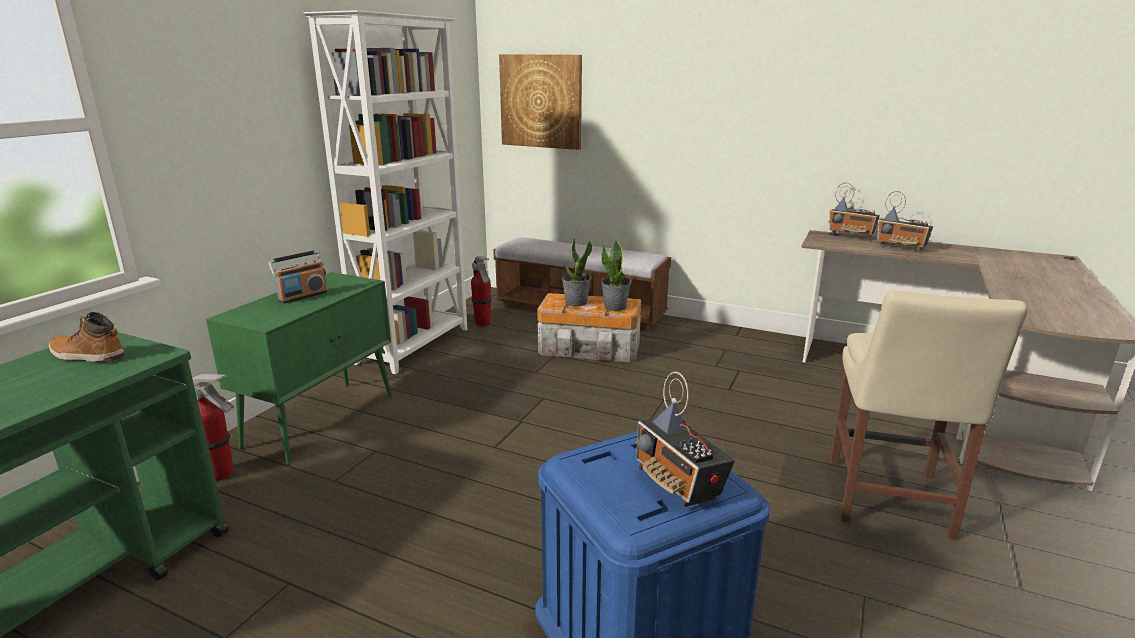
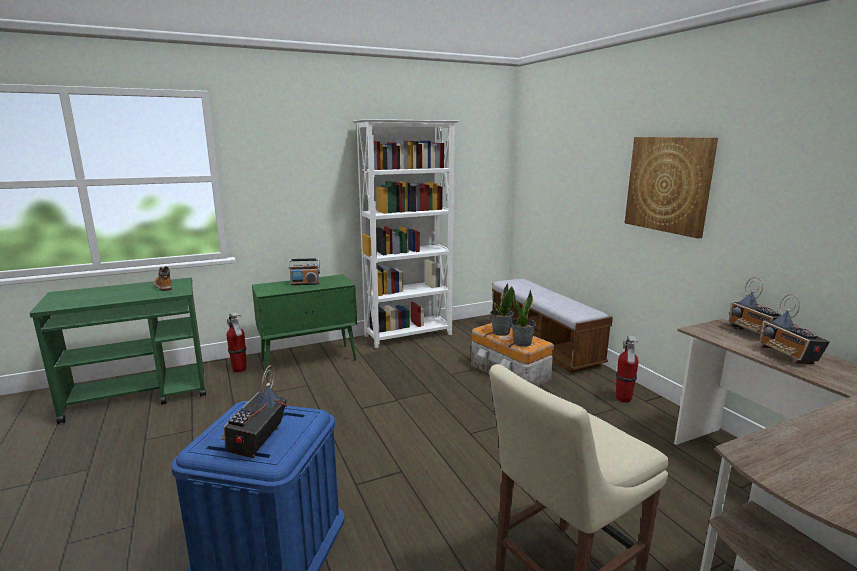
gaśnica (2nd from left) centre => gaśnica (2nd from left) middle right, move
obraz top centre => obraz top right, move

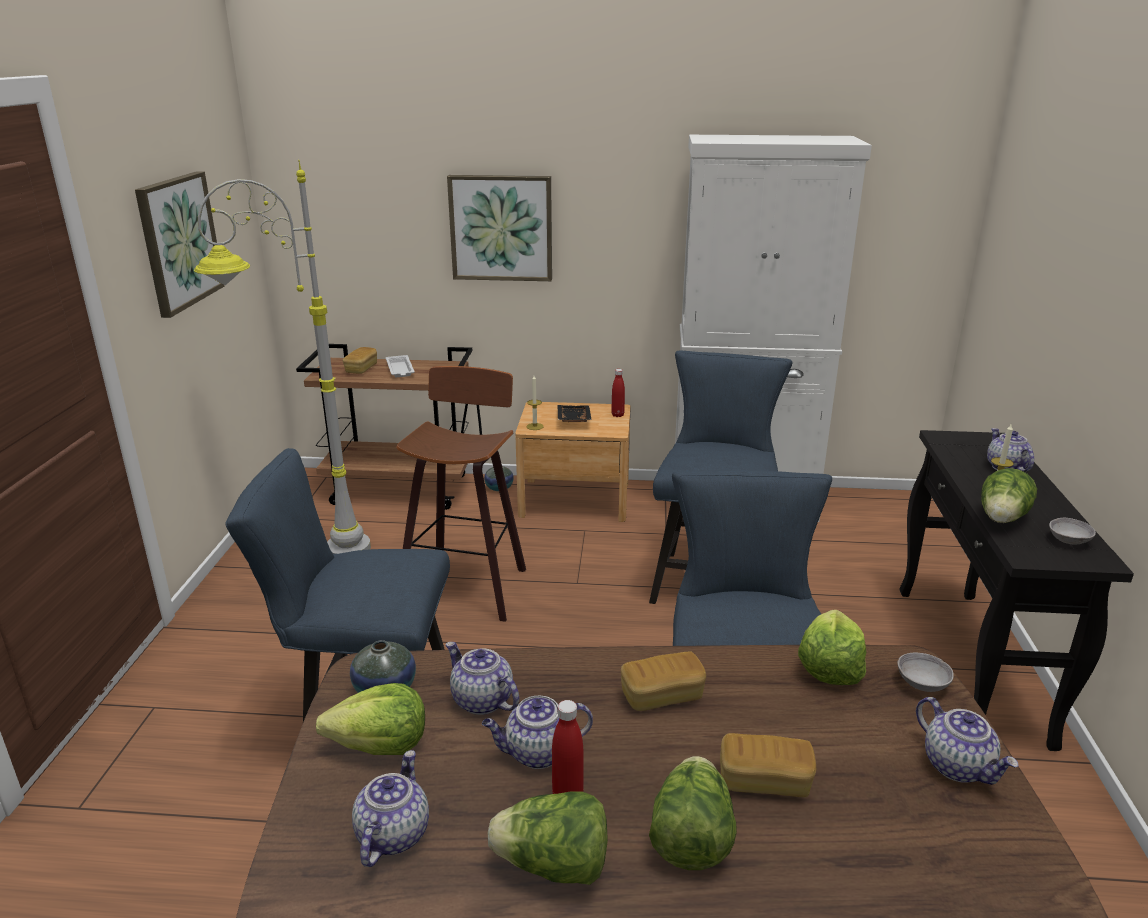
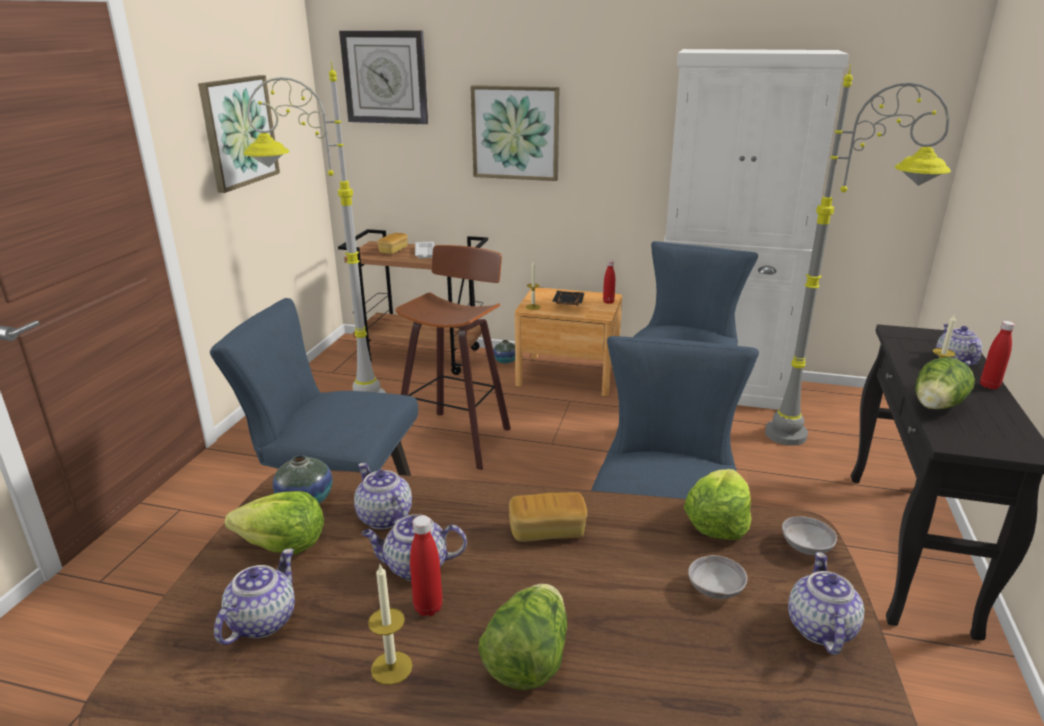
nothing => zegar ścienny top centre
sałata (2nd from left) bottom centre => świeca (1st from left) bottom centre
miska/szary (2nd from left in the first image) middle right => miska/szary (1st from left) bottom right, move
nothing => lampa stojąca/szary (2nd from left) middle right
imbryk (4th from left) bottom right, 150 degrees counterclockwise
nothing => butelka/czerwony (3rd from left) middle right
chleb (3rd from left) bottom right => nothing

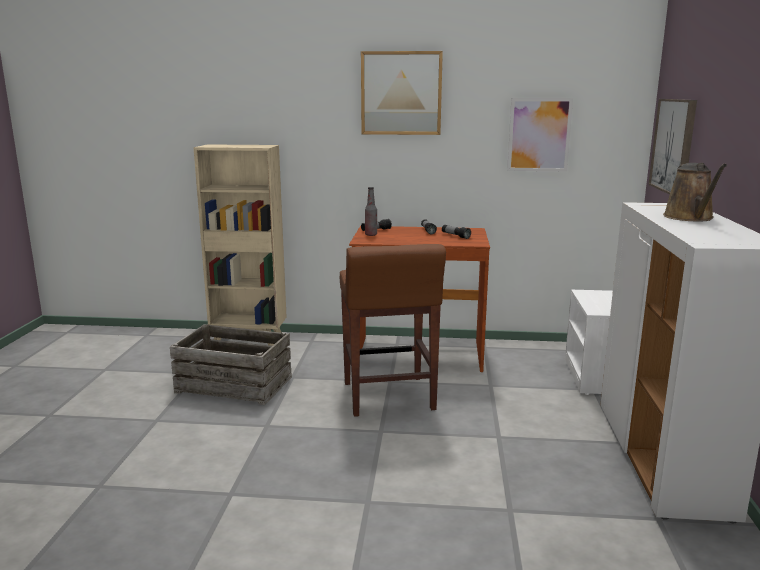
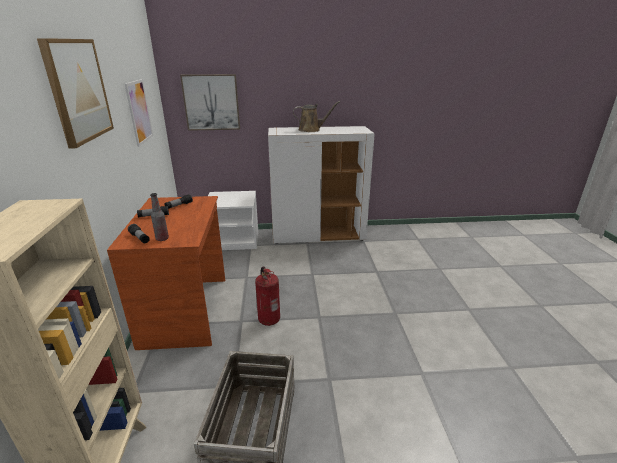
stołek/brązowy centre => gaśnica centre

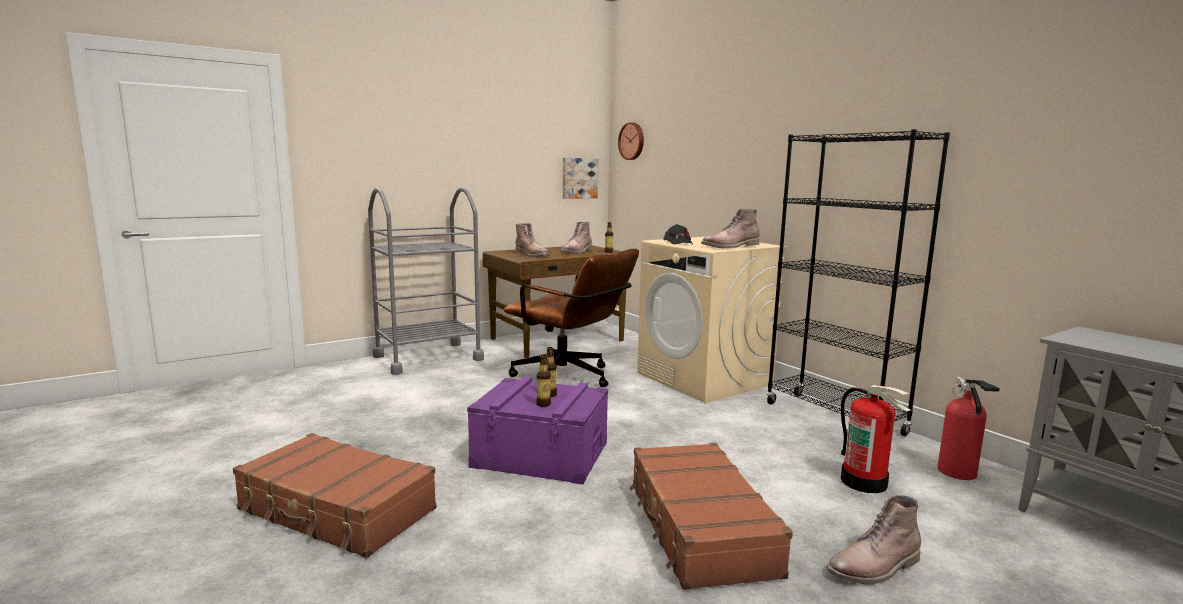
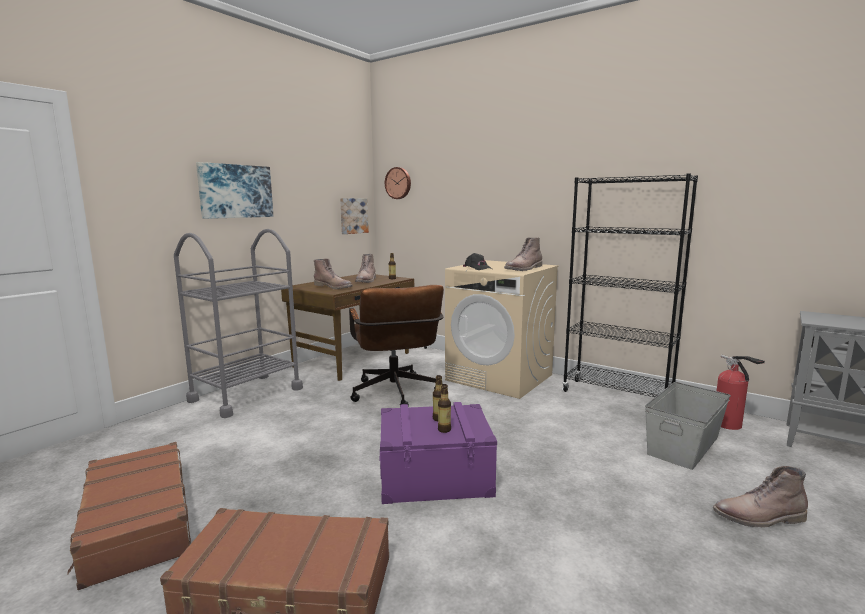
walizka/brązowy (2nd from left in the first image) bottom centre => walizka/brązowy (1st from left) bottom left, move
nothing => obraz (1st from left) top left
krzesło biurowe/brązowy centre, 60 degrees clockwise
gaśnica (1st from left) bottom right => pojemnik do przechowywania/szary bottom right
but z cholewką/brązowy (4th from left) bottom right, 45 degrees clockwise

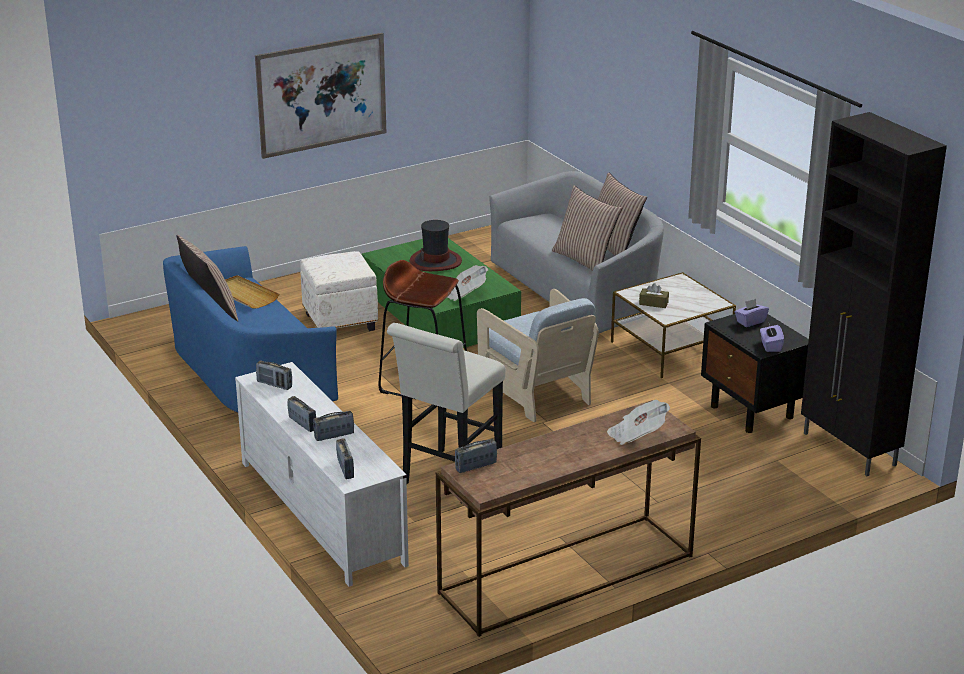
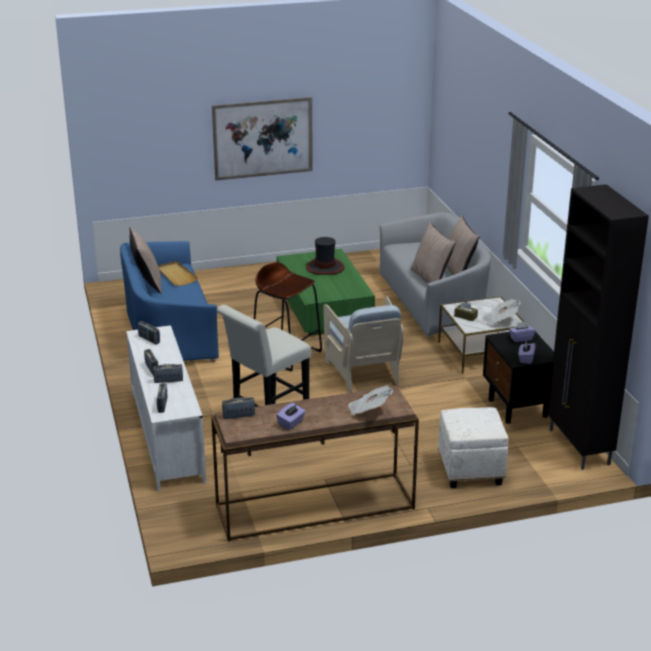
nothing => pudełko chusteczek/fioletowy (1st from left) centre
pufa/biały centre => pufa/biały bottom right, move
gazeta (1st from left in the first image) centre => gazeta (2nd from left) middle right, move

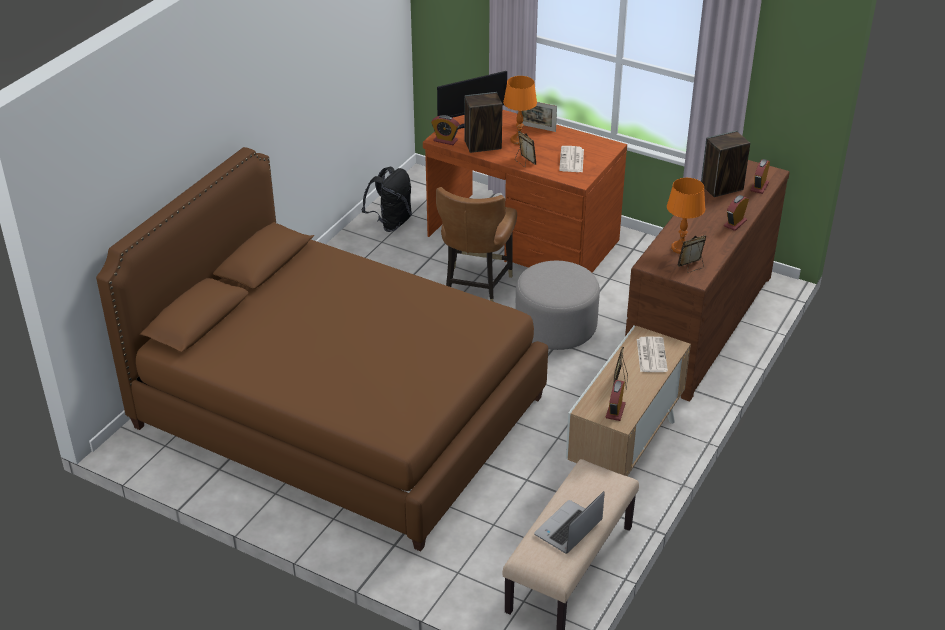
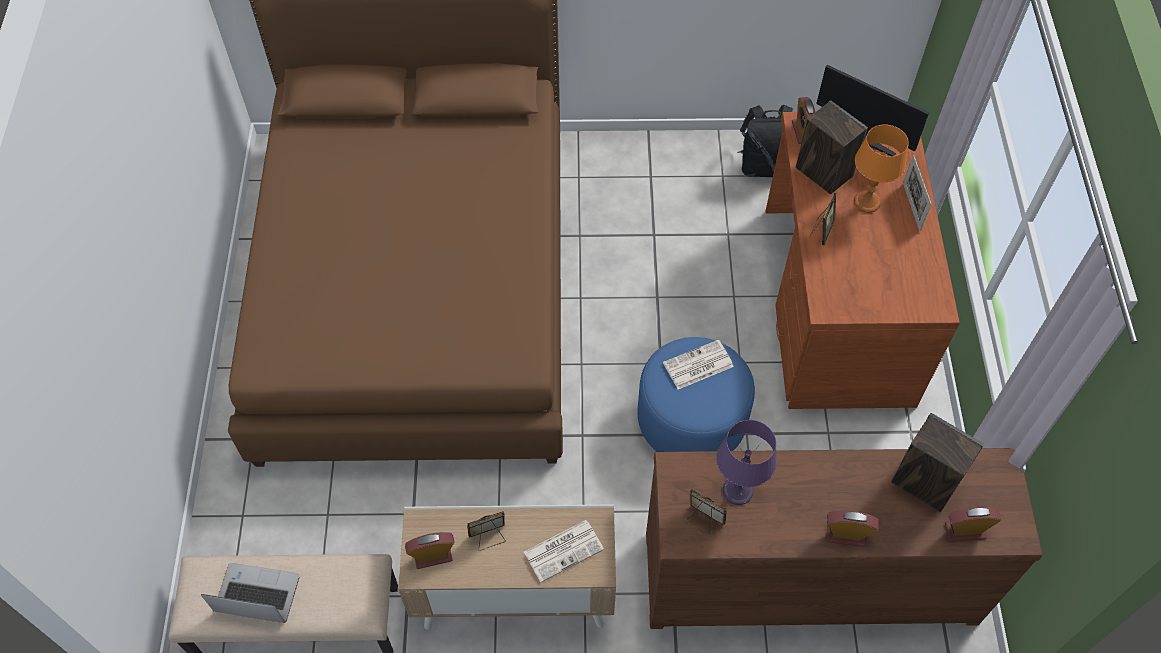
pufa/szary centre => pufa/niebieski centre
gazeta (1st from left in the first image) top centre => gazeta (2nd from left) centre, move
lampa stołowa/pomarańczowy (2nd from left) middle right => lampa stołowa/fioletowy bottom centre
krzesło/brązowy centre => nothing

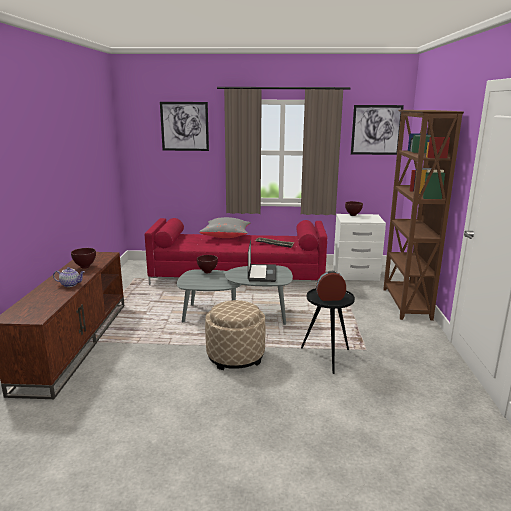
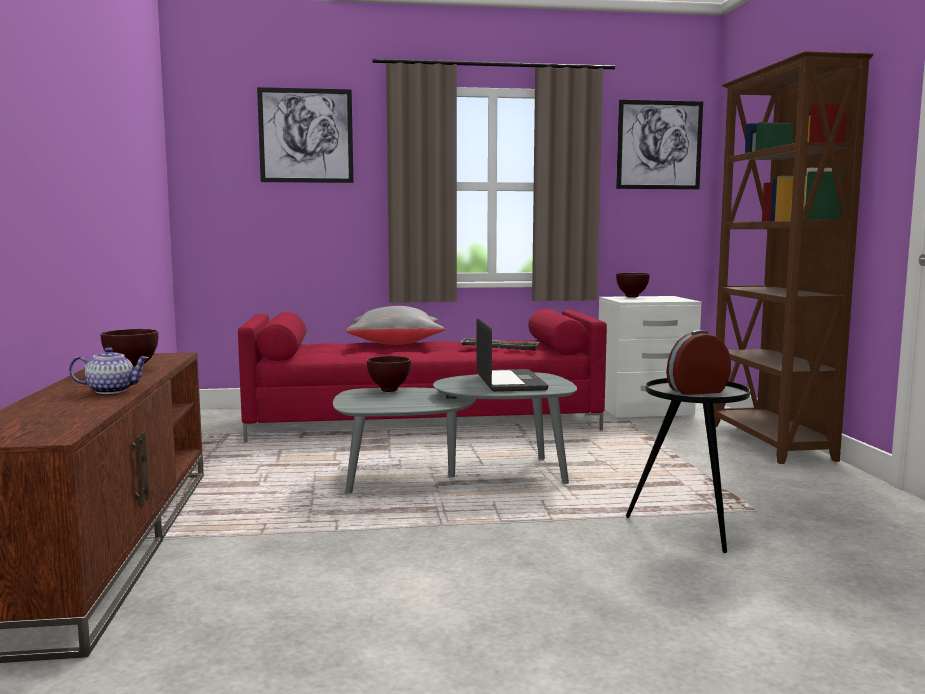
pufa/beżowy centre => nothing

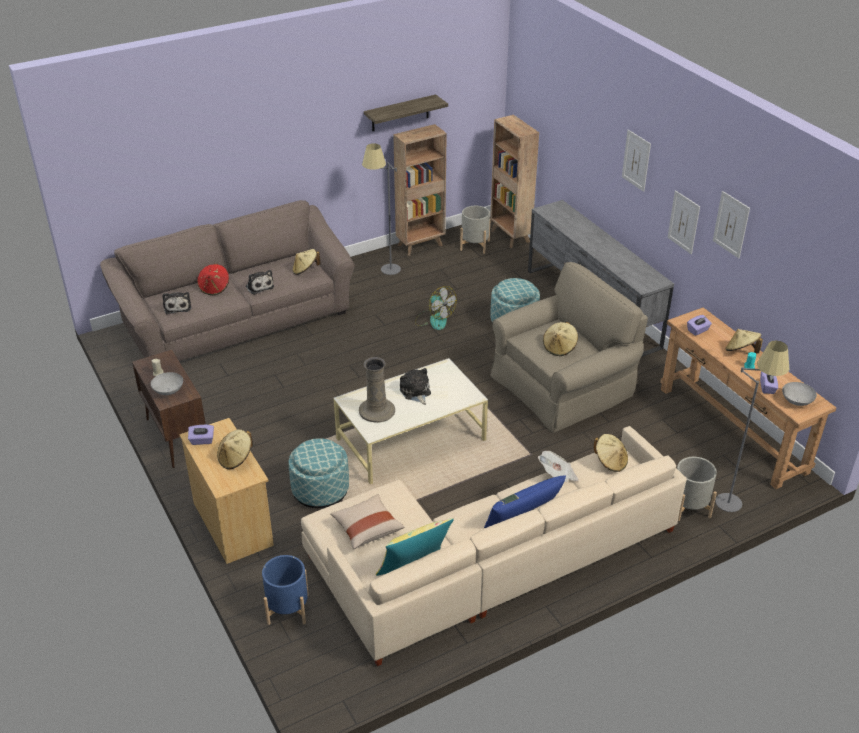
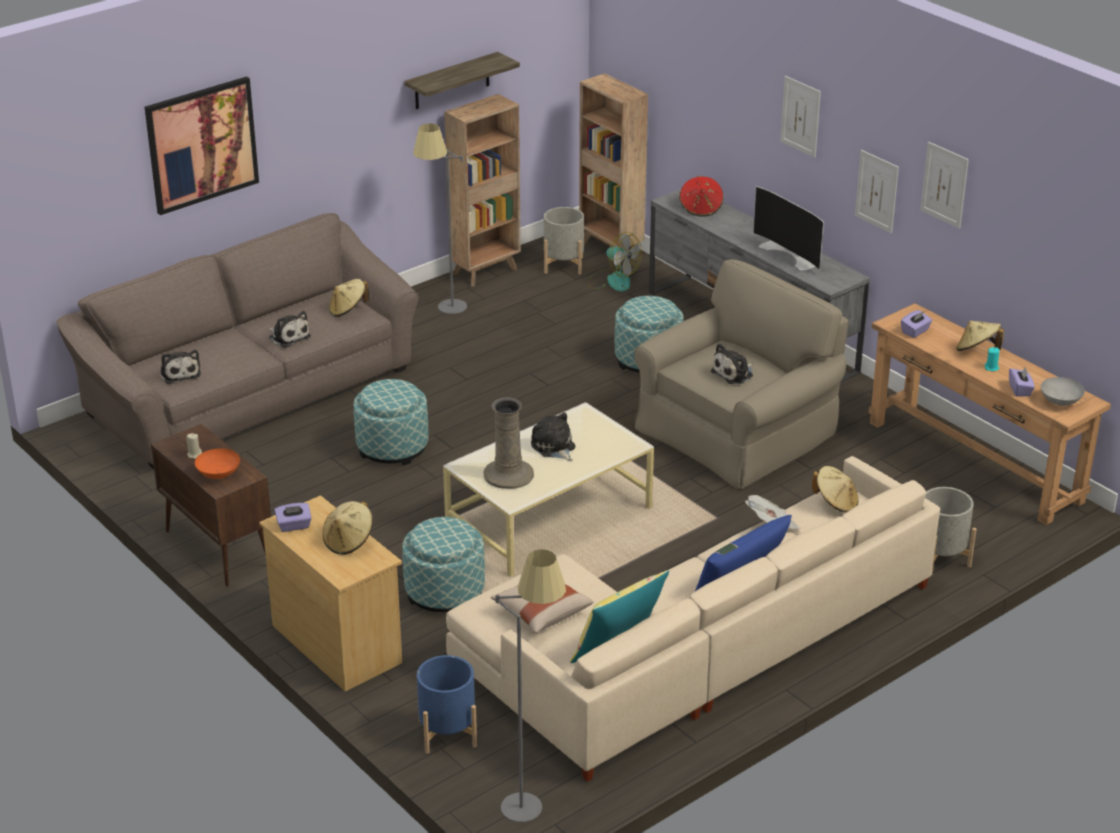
nothing => obraz (1st from left) top left
miska/szary (1st from left) middle left => miska/pomarańczowy middle left
nothing => pufa (1st from left) centre
lampa stojąca/szary (2nd from left) middle right => lampa stojąca/szary (2nd from left) bottom centre, move
wentylator centre => wentylator top centre, move
kapelusz/czerwony middle left => kapelusz/czerwony top centre, move
kapelusz/beżowy (3rd from left) centre => pluszak (4th from left) centre
nothing => telewizor top right

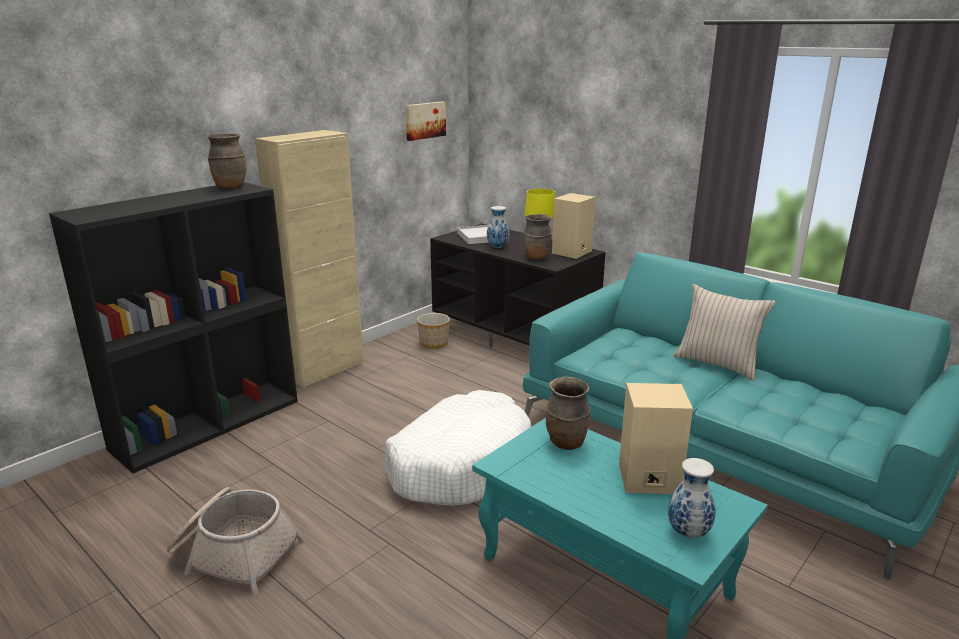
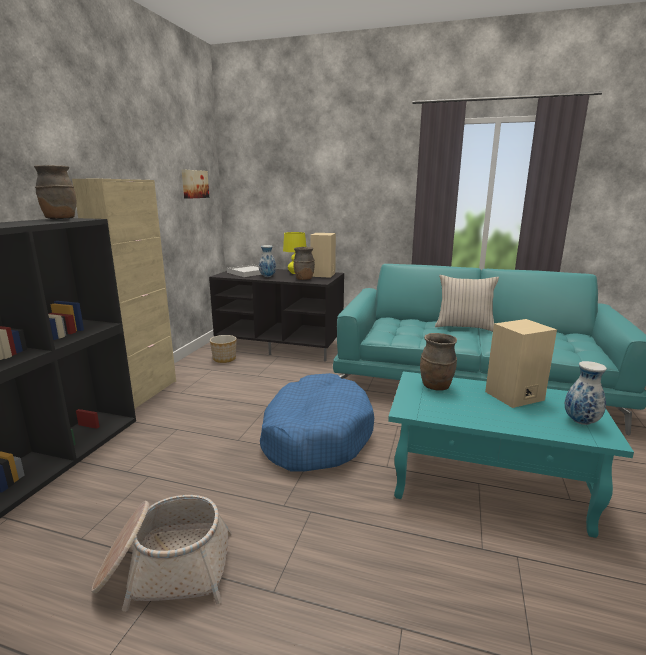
legowisko/biały bottom centre => legowisko/niebieski centre

